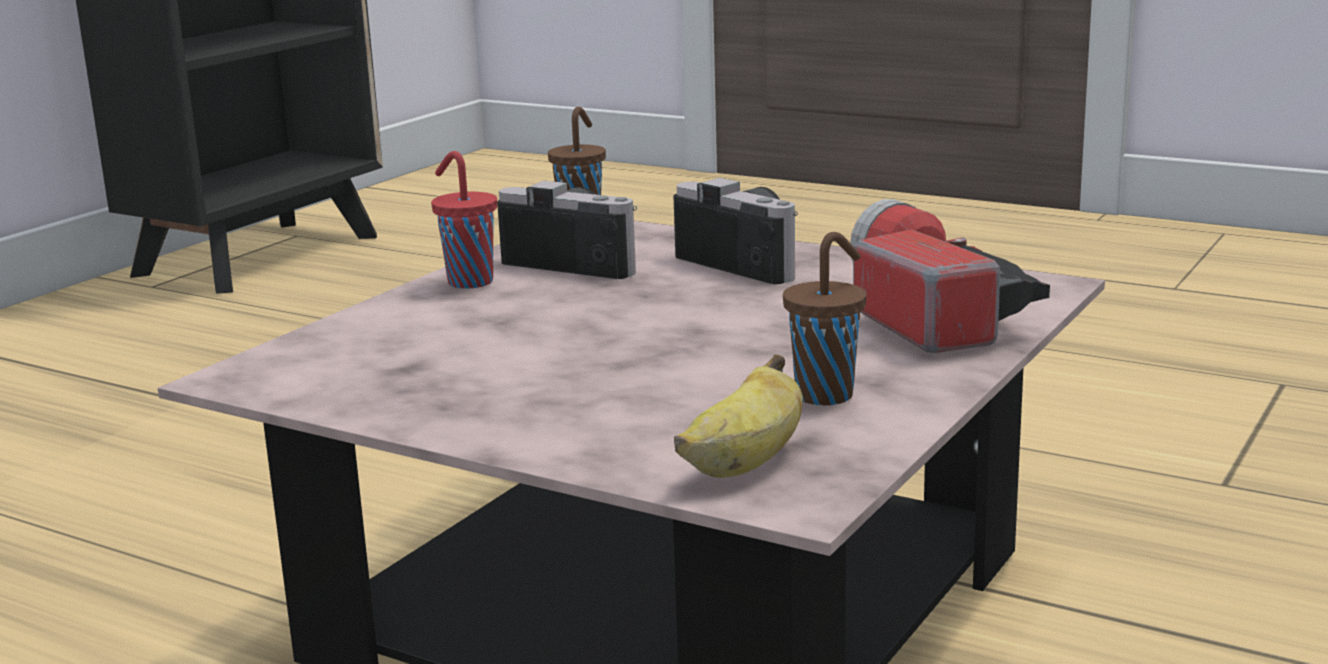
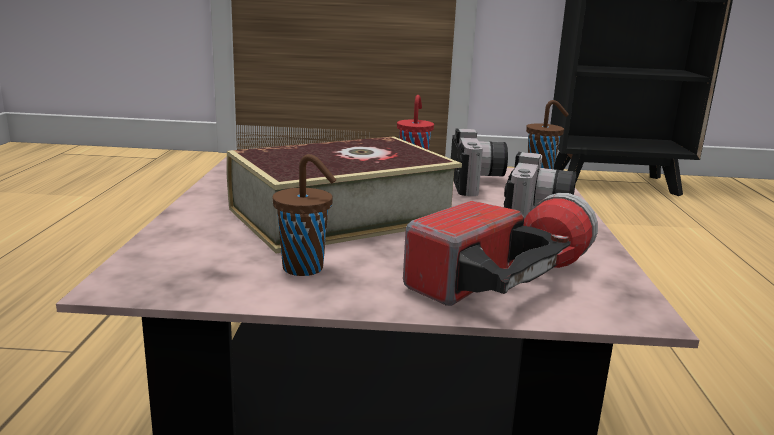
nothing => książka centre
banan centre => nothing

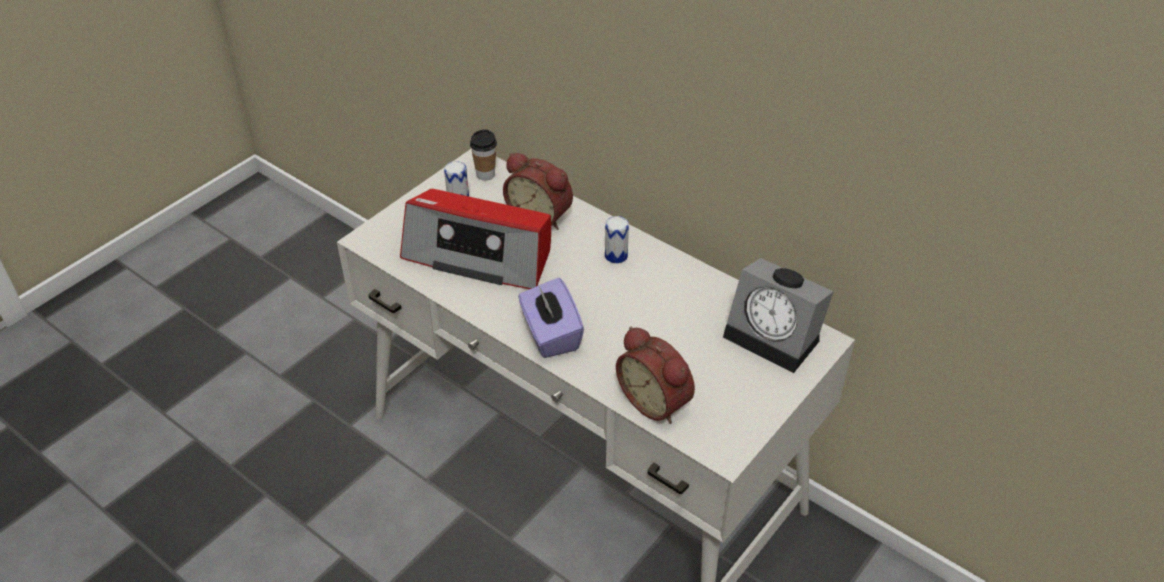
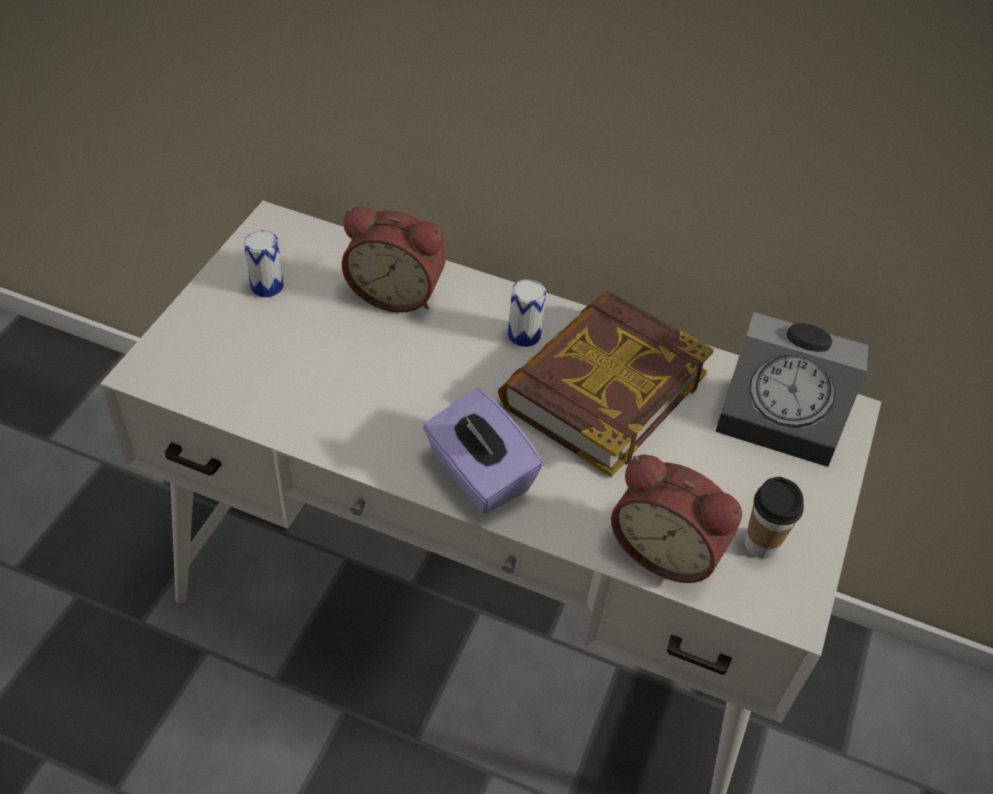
nothing => książka centre
filiżanka top centre => filiżanka middle right, move
radio centre => nothing

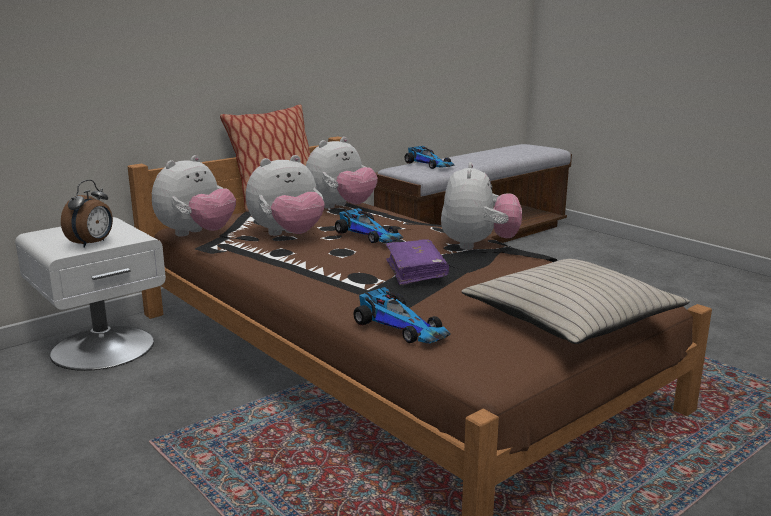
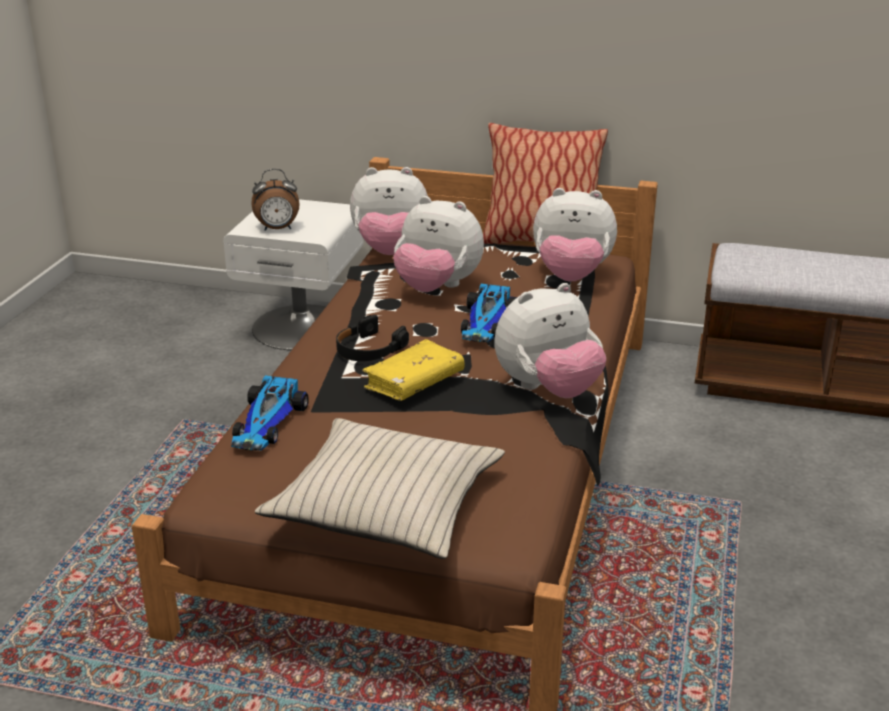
nothing => słuchawki/czarny centre
książka/fioletowy centre => książka/żółty centre
samochodzik (3rd from left) top centre => nothing

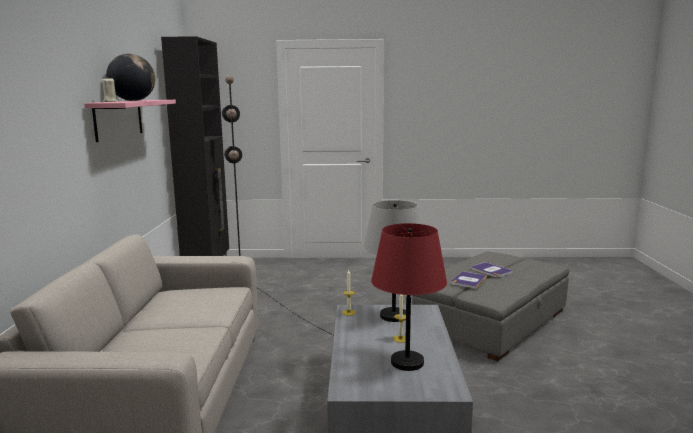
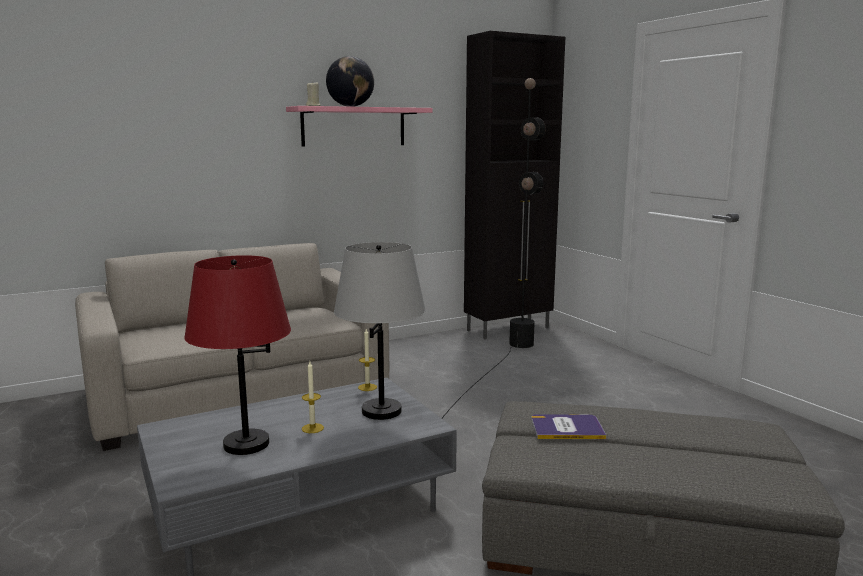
książka (2nd from left) middle right => nothing

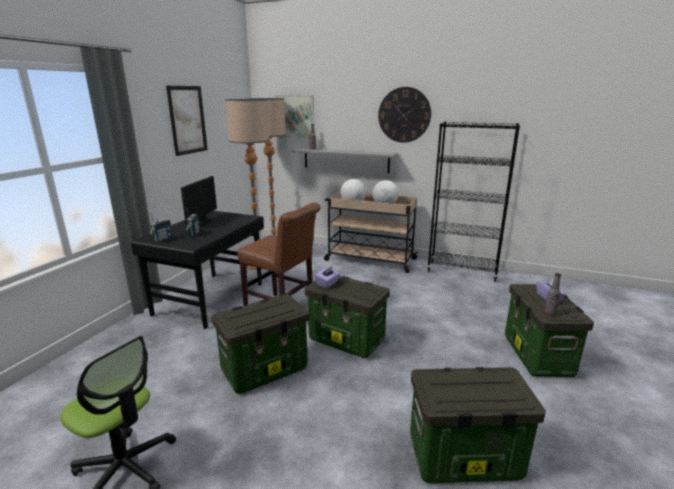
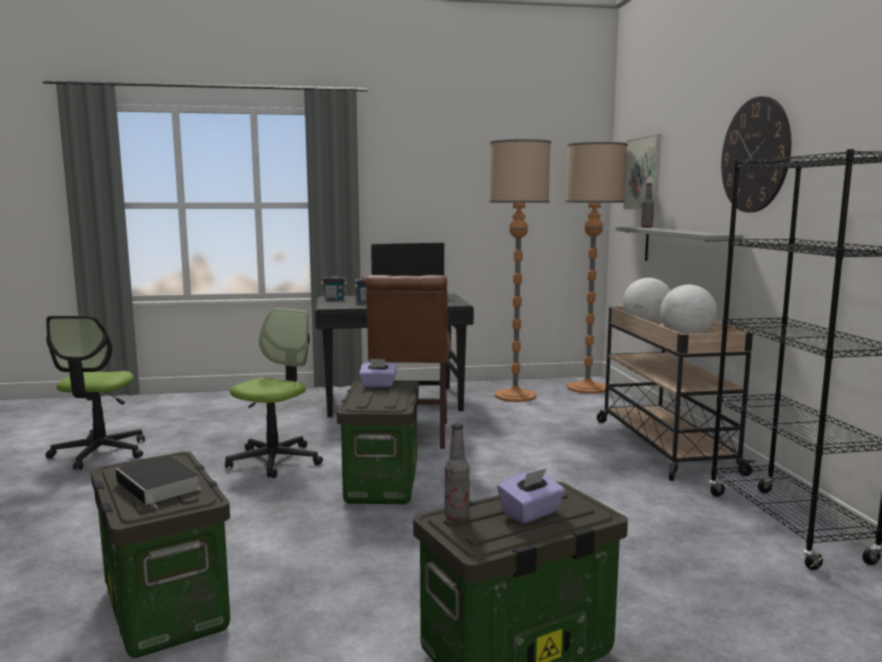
nothing => książka bottom left
pojemnik do przechowywania (1st from left) bottom centre => krzesło biurowe (2nd from left) middle left
obraz (1st from left) top left => nothing

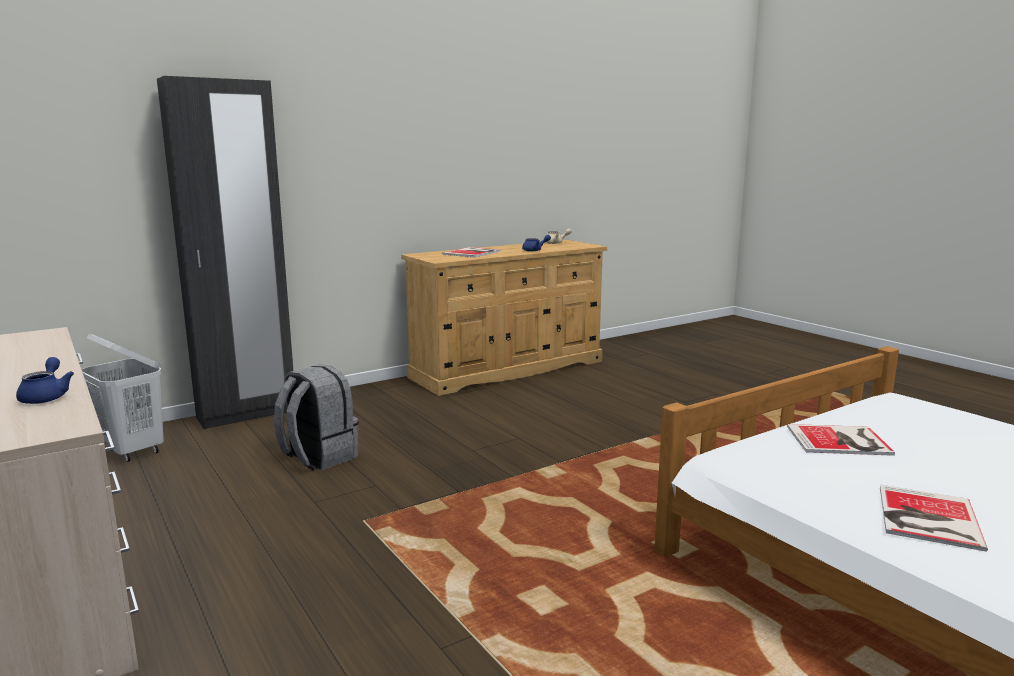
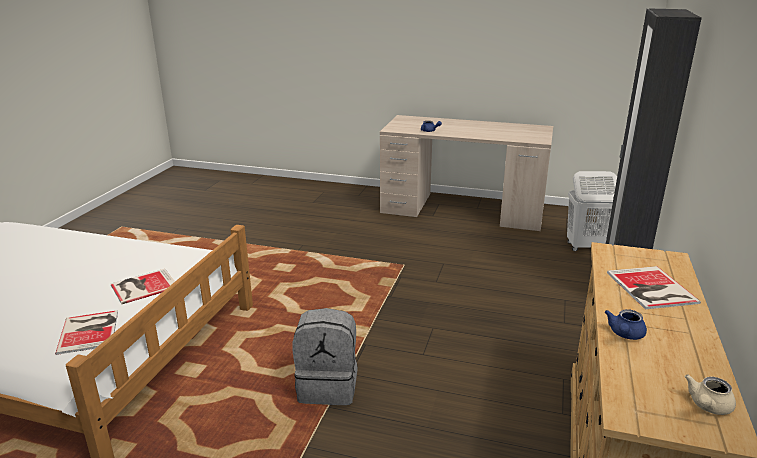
książka (3rd from left in the first image) bottom right => książka (1st from left) bottom left, move
plecak/szary middle left => plecak/szary bottom centre, move

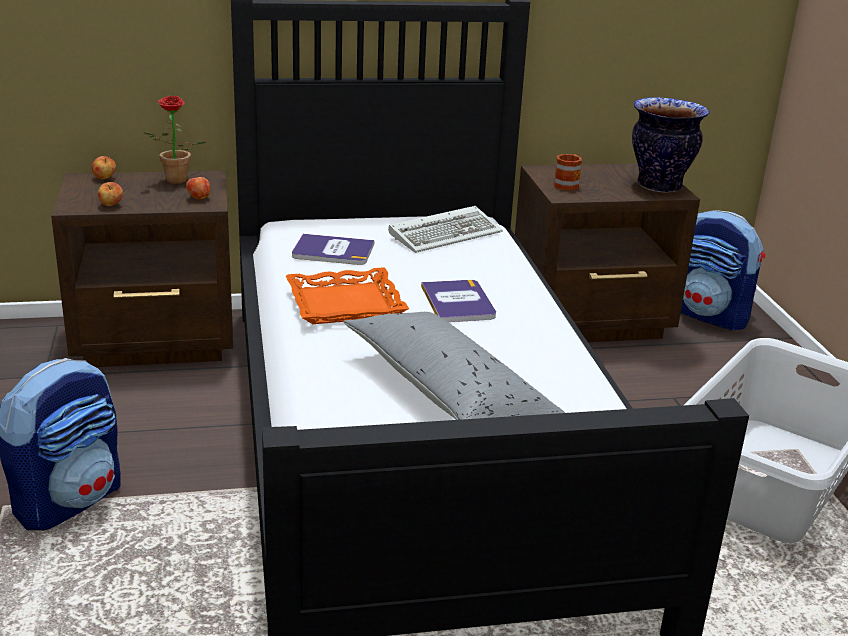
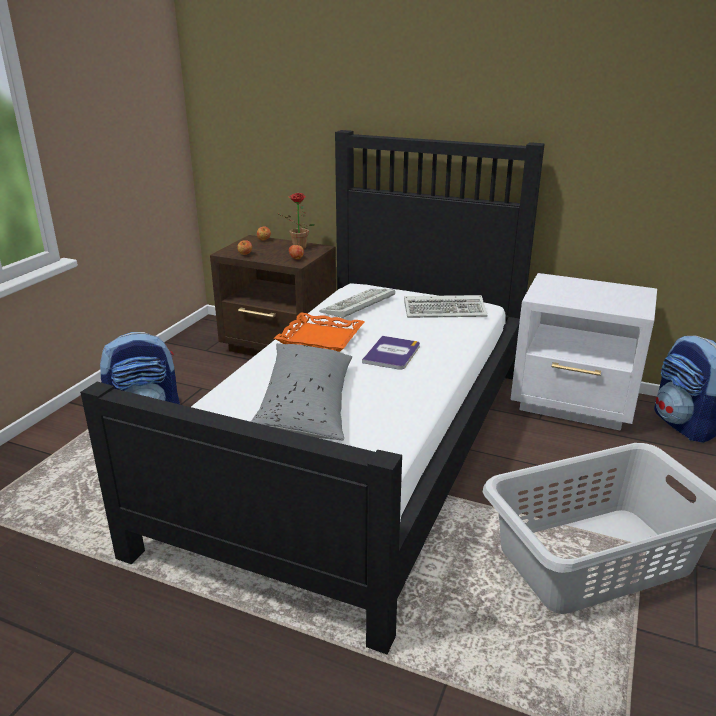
książka (1st from left) centre => klawiatura (1st from left) centre
szafka nocna/brązowy (2nd from left) middle right => szafka nocna/biały middle right
kubek top right => nothing
wazon top right => nothing

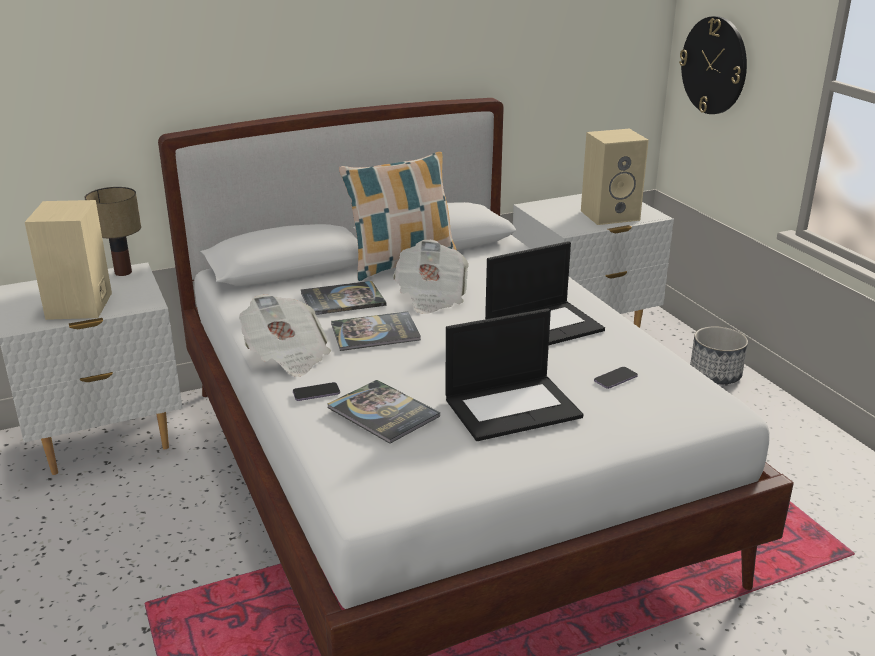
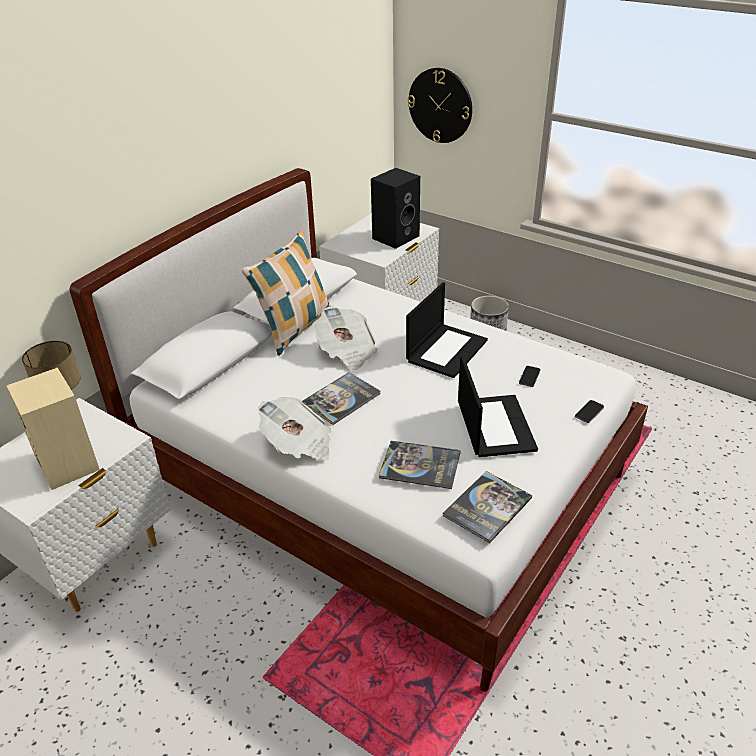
głośnik/beżowy (2nd from left) top right => głośnik/czarny top centre
książka (1st from left in the first image) centre => książka (3rd from left) bottom centre, move
laptop (1st from left in the first image) centre => laptop (2nd from left) centre, 45 degrees counterclockwise
telefon (1st from left in the first image) centre => telefon (2nd from left) middle right, move

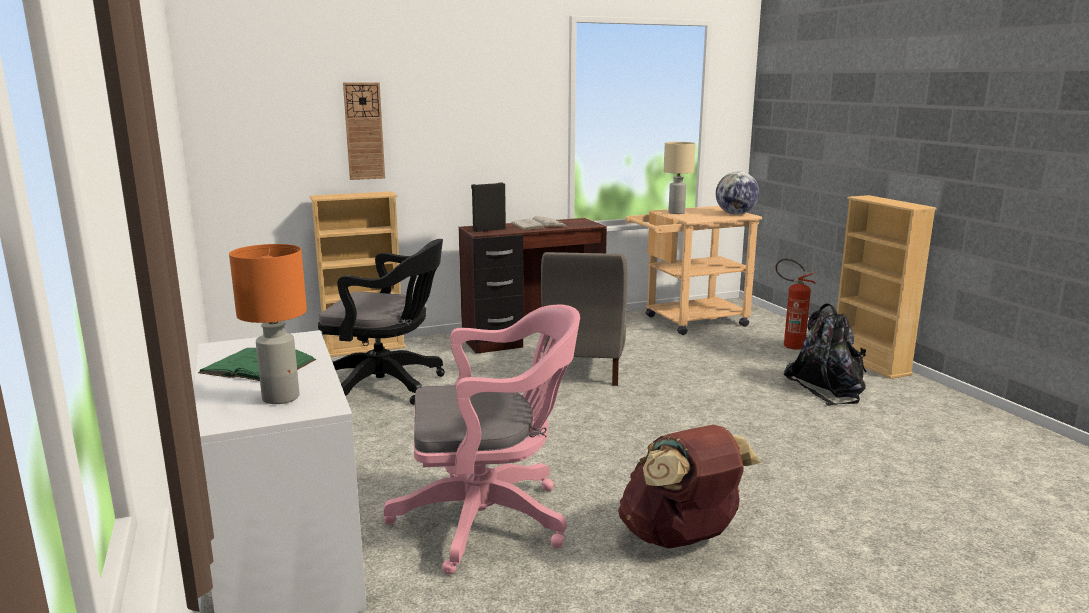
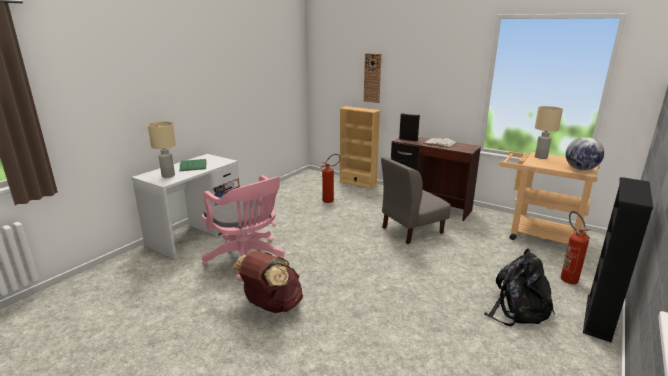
lampa stołowa/pomarańczowy middle left => lampa stołowa/beżowy (1st from left) middle left
krzesło biurowe/czarny centre => gaśnica (1st from left) centre
regał/beżowy (2nd from left) middle right => regał/czarny bottom right

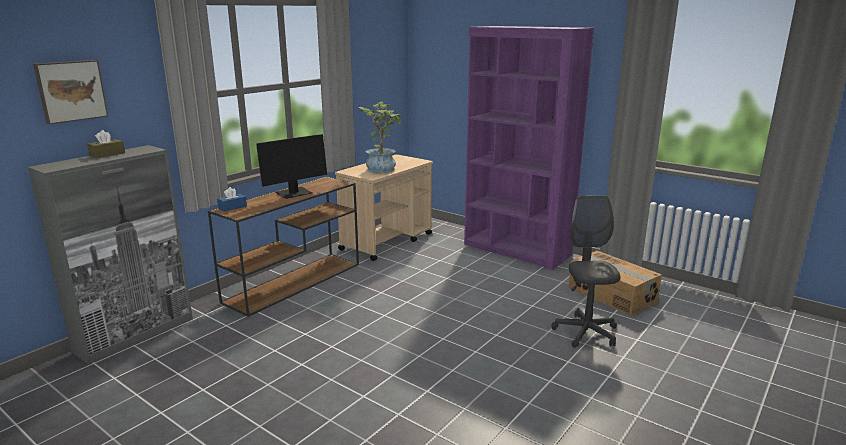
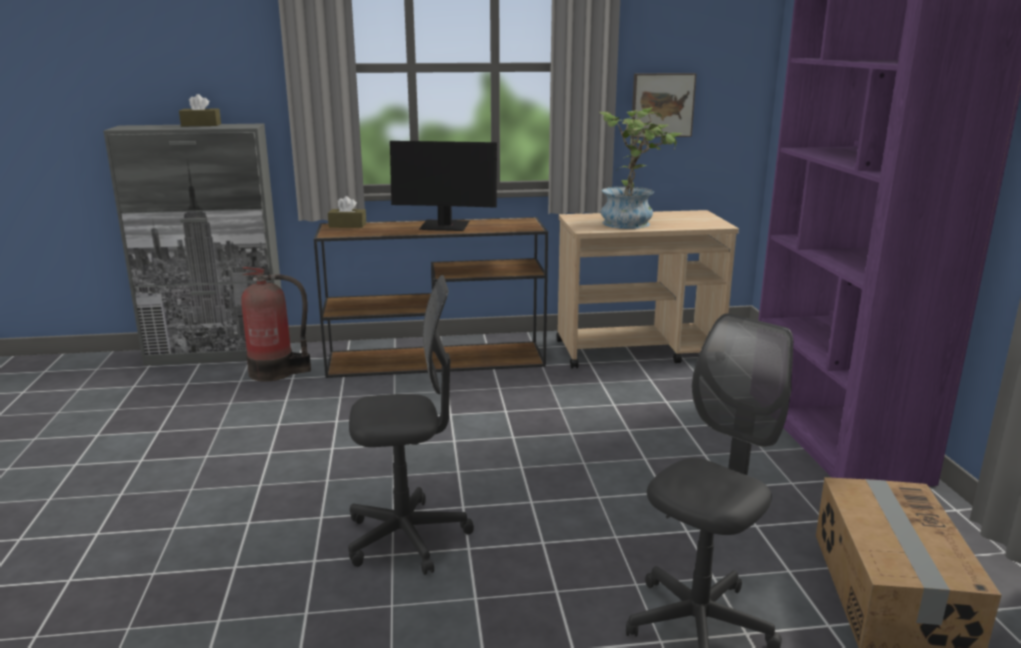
nothing => gaśnica middle left
pudełko chusteczek/niebieski middle left => pudełko chusteczek/brązowy (2nd from left) top centre
nothing => krzesło biurowe/szary (1st from left) centre
obraz top left => obraz top centre, move

